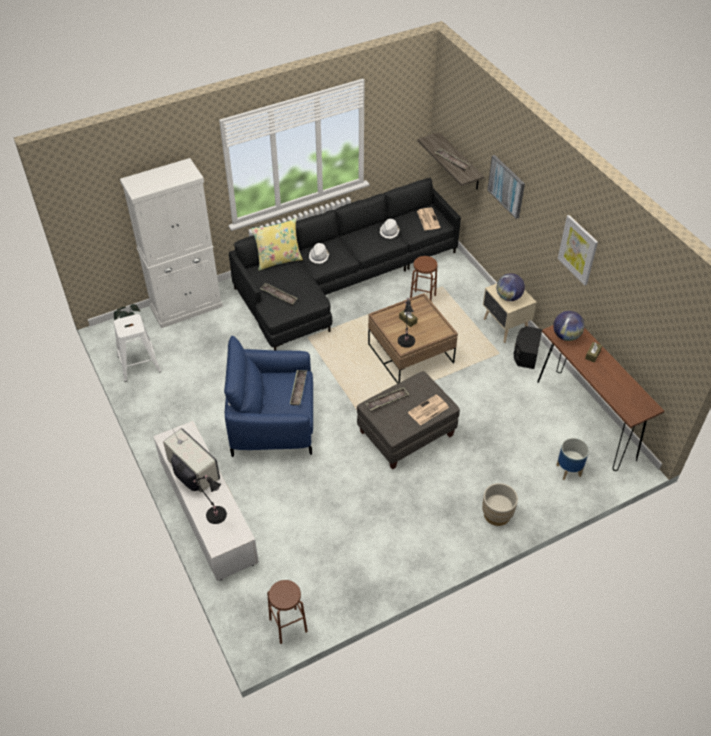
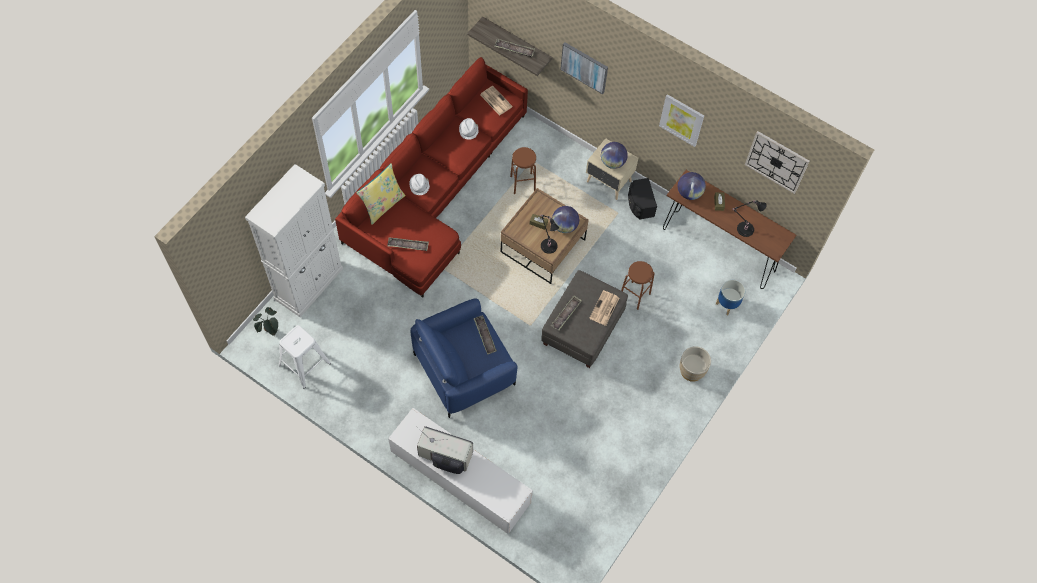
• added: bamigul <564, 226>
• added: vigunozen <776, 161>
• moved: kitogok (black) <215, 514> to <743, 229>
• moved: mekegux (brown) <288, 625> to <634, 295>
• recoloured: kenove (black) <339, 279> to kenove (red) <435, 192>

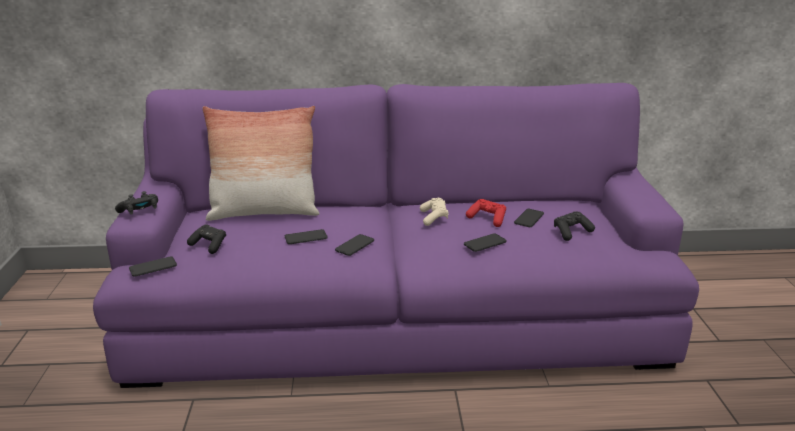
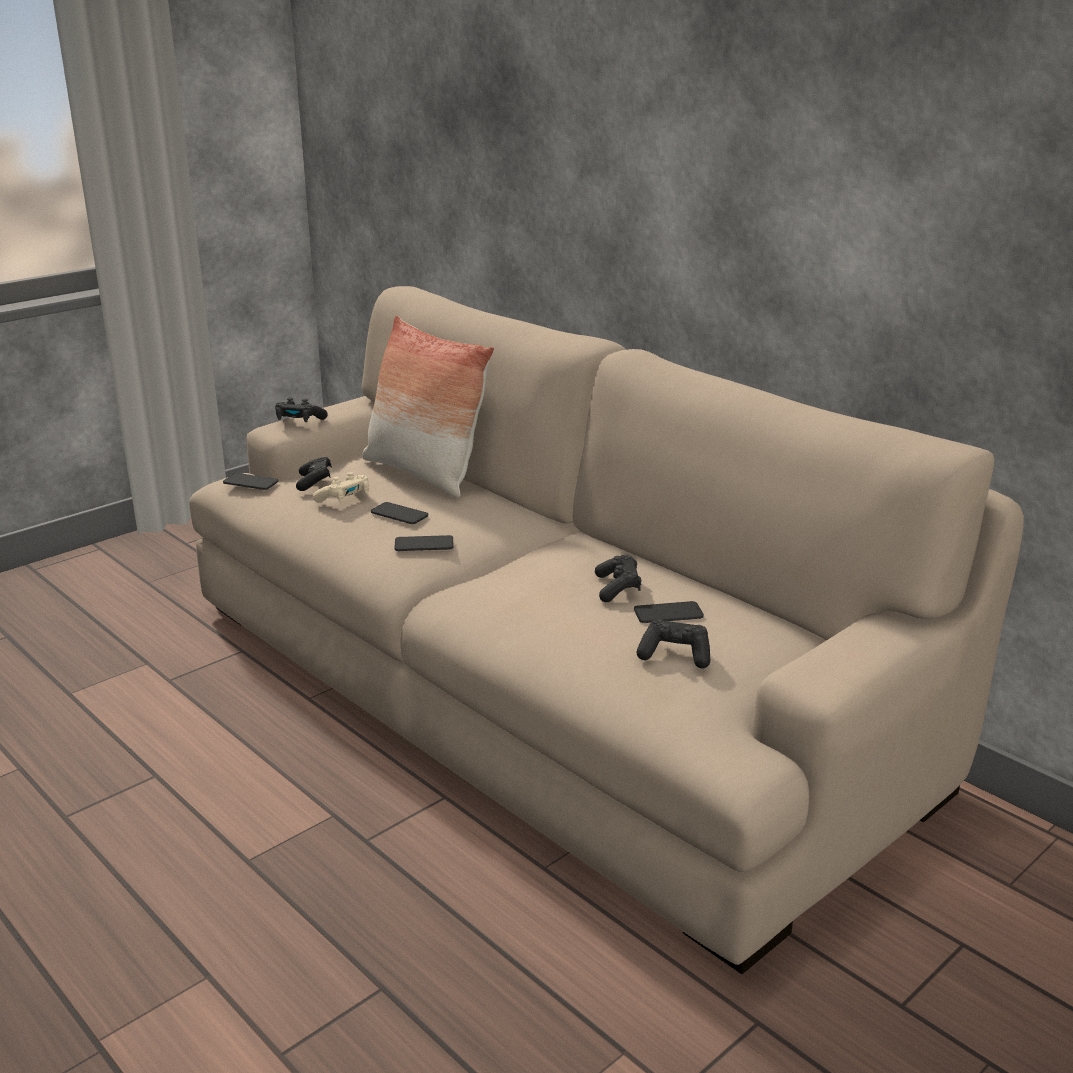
• removed: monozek <485, 243>
• moved: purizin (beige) <434, 218> to <345, 499>
• recoloured: kenove (purple) <398, 316> to kenove (beige) <538, 692>
• recoloured: purizin (red) <487, 219> to purizin (black) <617, 588>

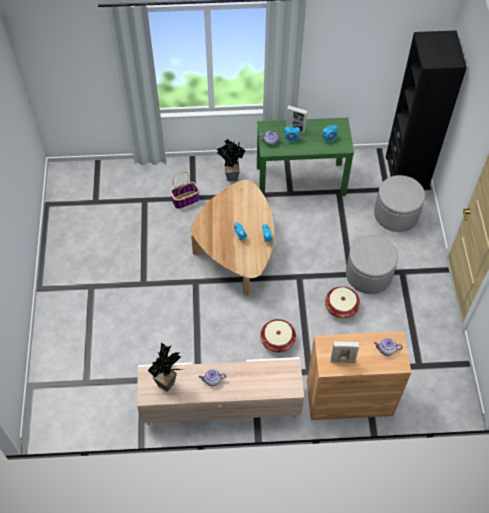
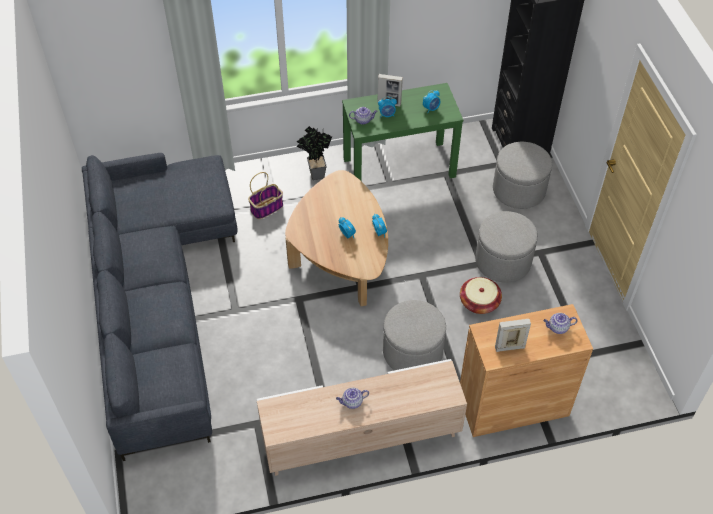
• removed: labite <169, 382>
• added: kenove (grey) <160, 297>
• replaced: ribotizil <277, 340> to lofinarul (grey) <412, 351>

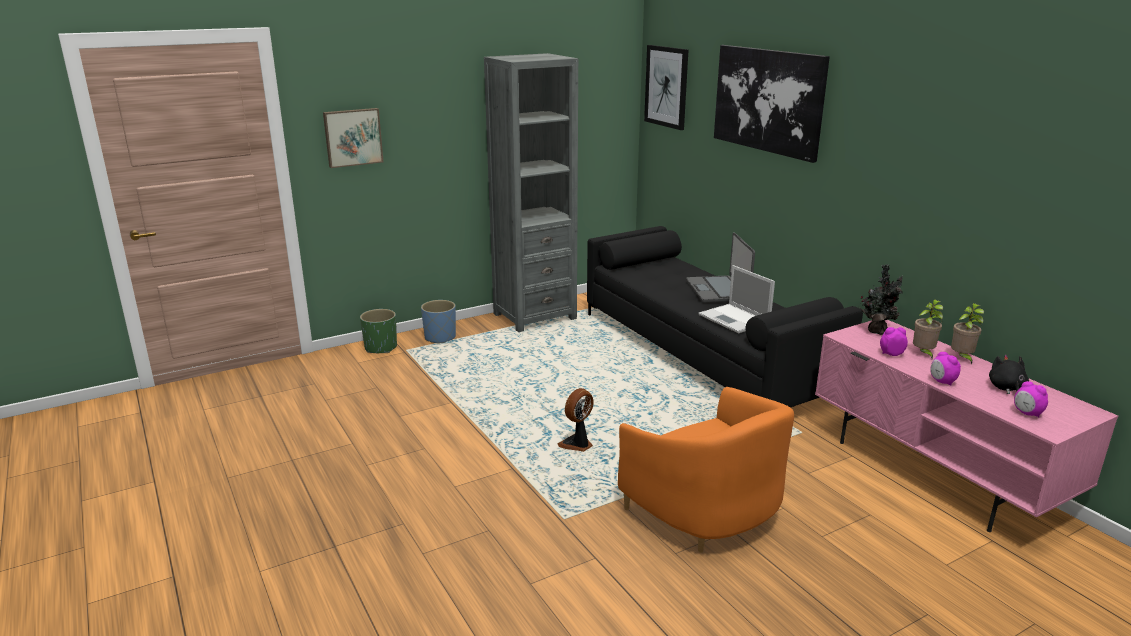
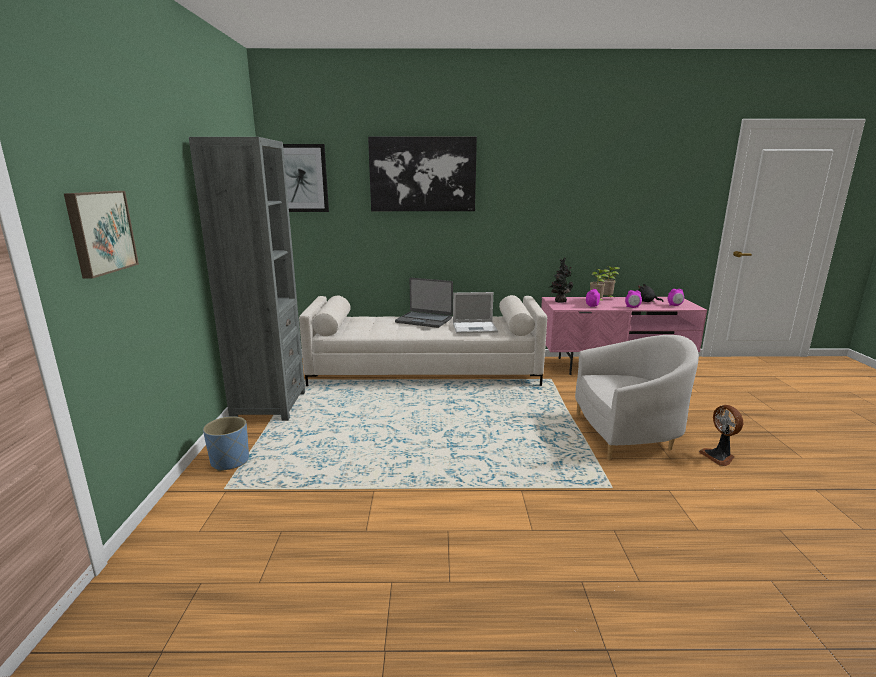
• removed: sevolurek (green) <380, 348>
• moved: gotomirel <577, 444> to <719, 456>
• recoloured: kenove (black) <704, 354> to kenove (white) <425, 372>
• recoloured: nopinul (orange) <706, 514> to nopinul (white) <627, 434>

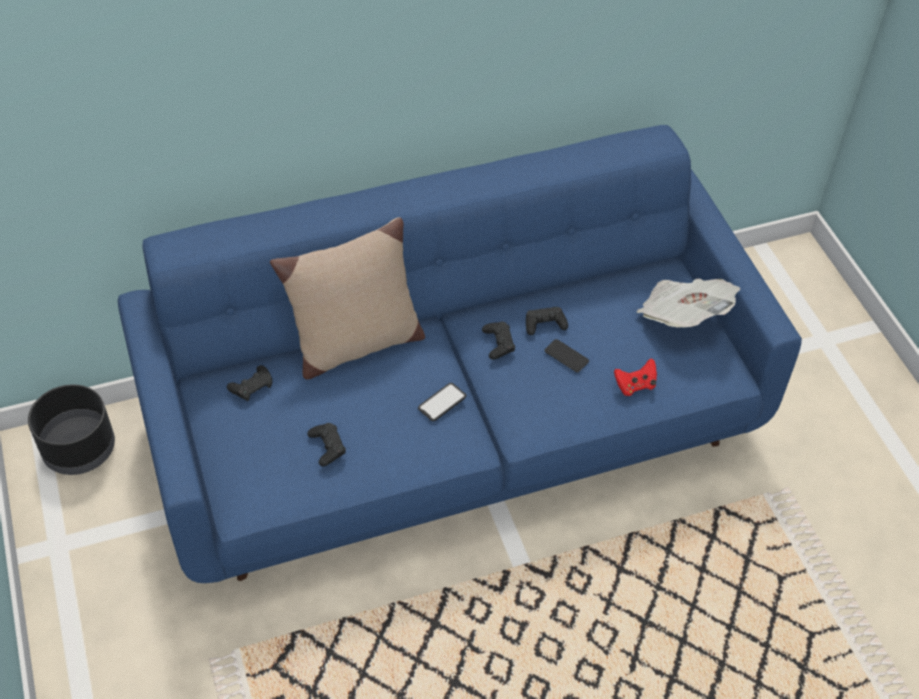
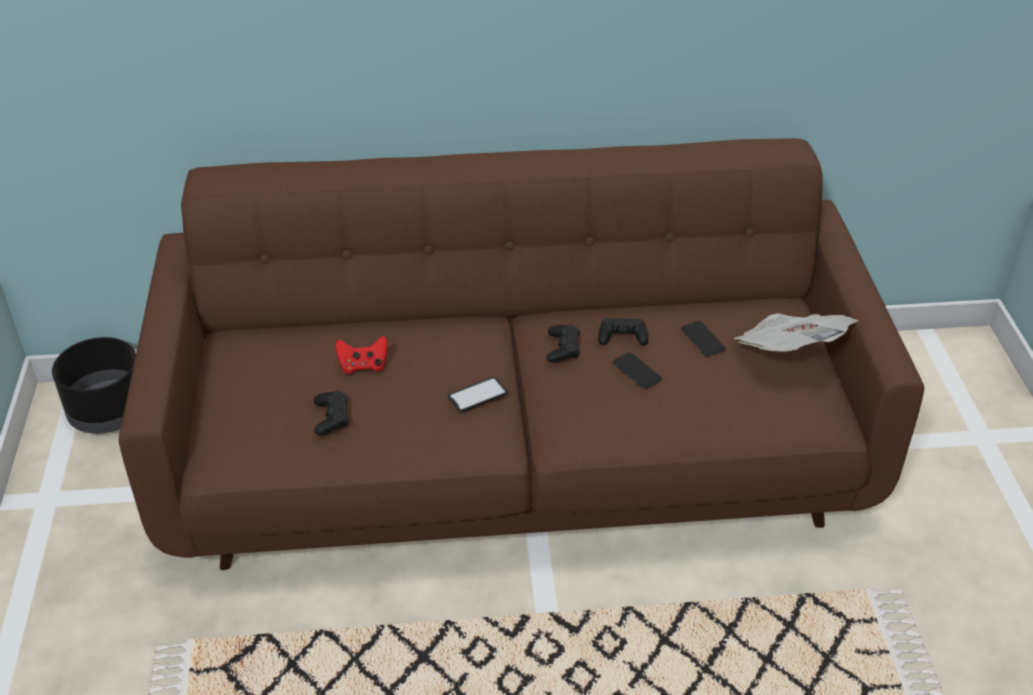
• removed: purizin (black) <252, 386>
• removed: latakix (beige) <355, 345>
• added: monozek <702, 339>
• moved: purizin (red) <635, 385> to <363, 366>
• recoloured: kenove (blue) <457, 428> to kenove (brown) <517, 458>

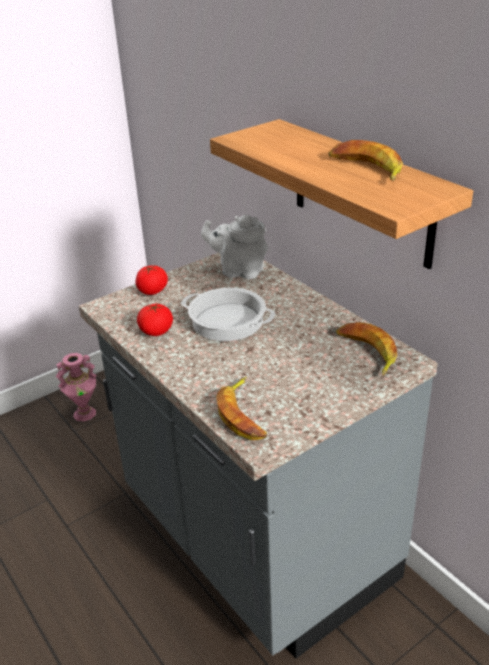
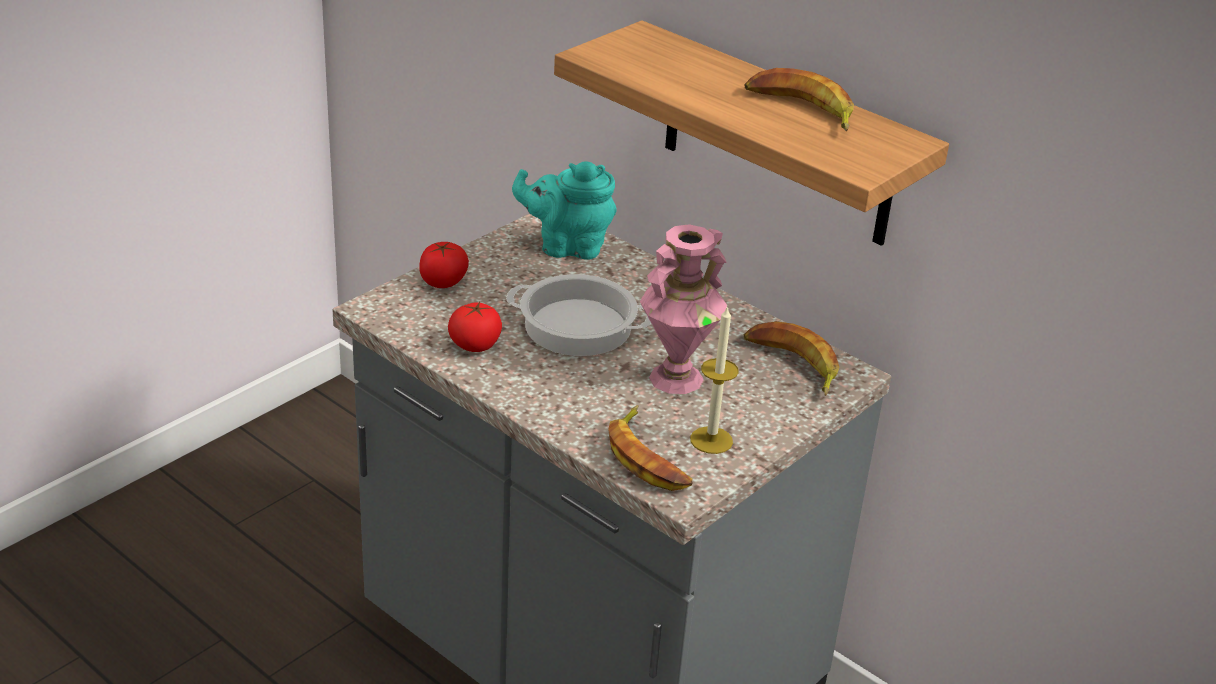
• added: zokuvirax <711, 440>
• moved: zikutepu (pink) <84, 413> to <675, 377>
• recoloured: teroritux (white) <239, 271> to teroritux (turquoise) <567, 246>

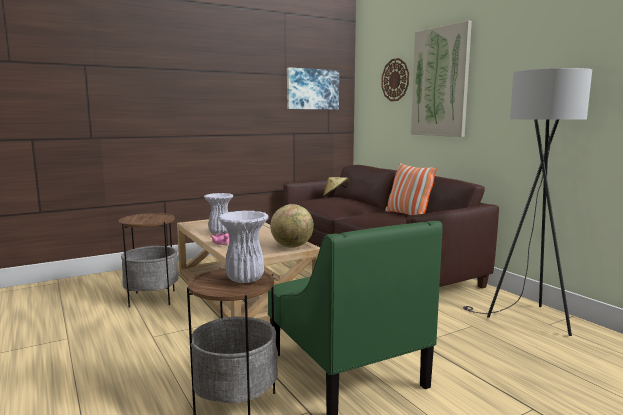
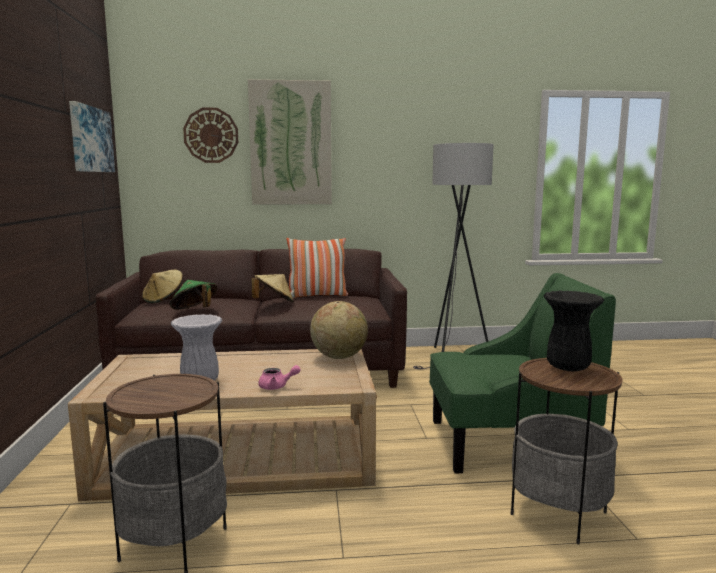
• added: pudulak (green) <195, 311>
• added: pudulak (beige) <273, 303>
• recoloured: zikutepu (white) <245, 279> to zikutepu (black) <566, 367>

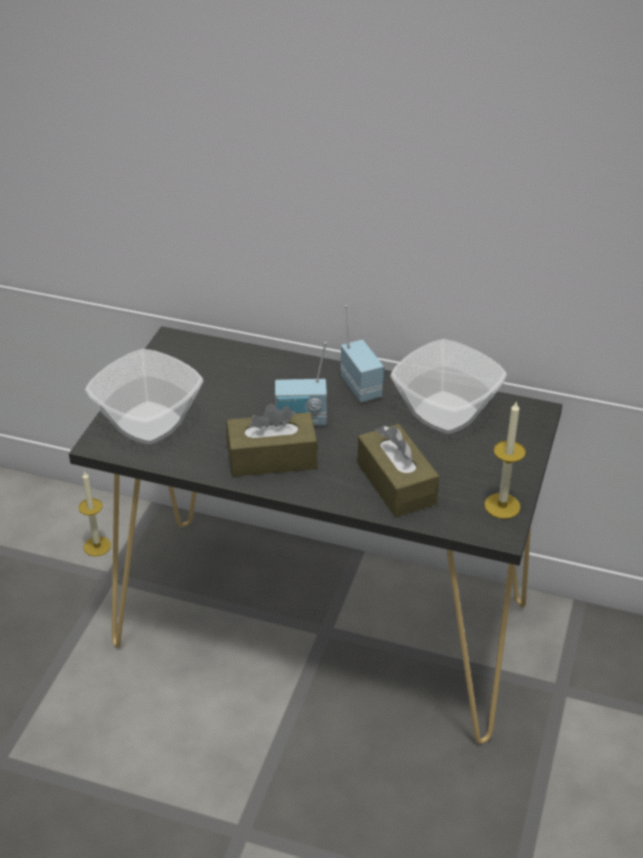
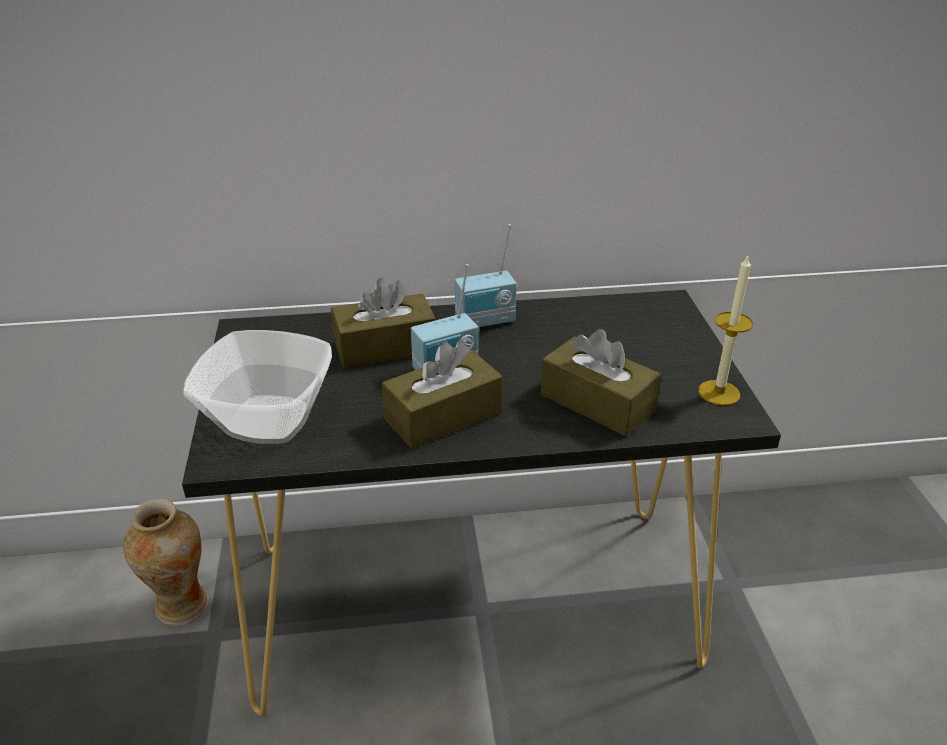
• removed: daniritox <447, 413>
• added: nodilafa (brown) <385, 347>
• replaced: zokuvirax <97, 546> to zikutepu <182, 606>
• turned: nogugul <362, 387> = <486, 322> 120 degrees clockwise

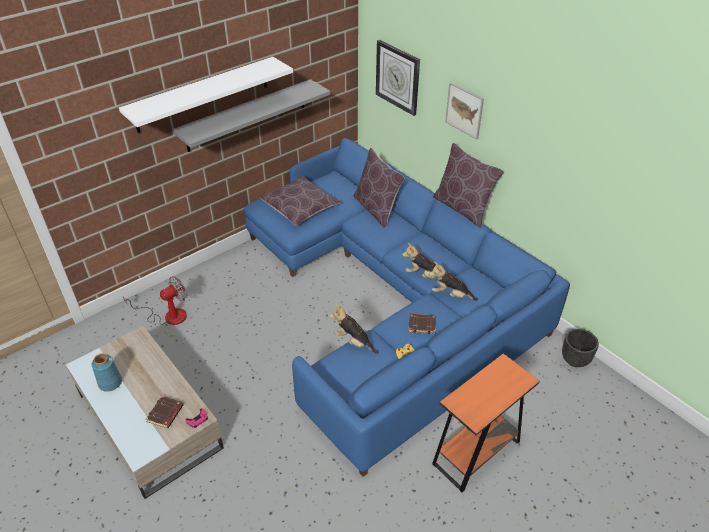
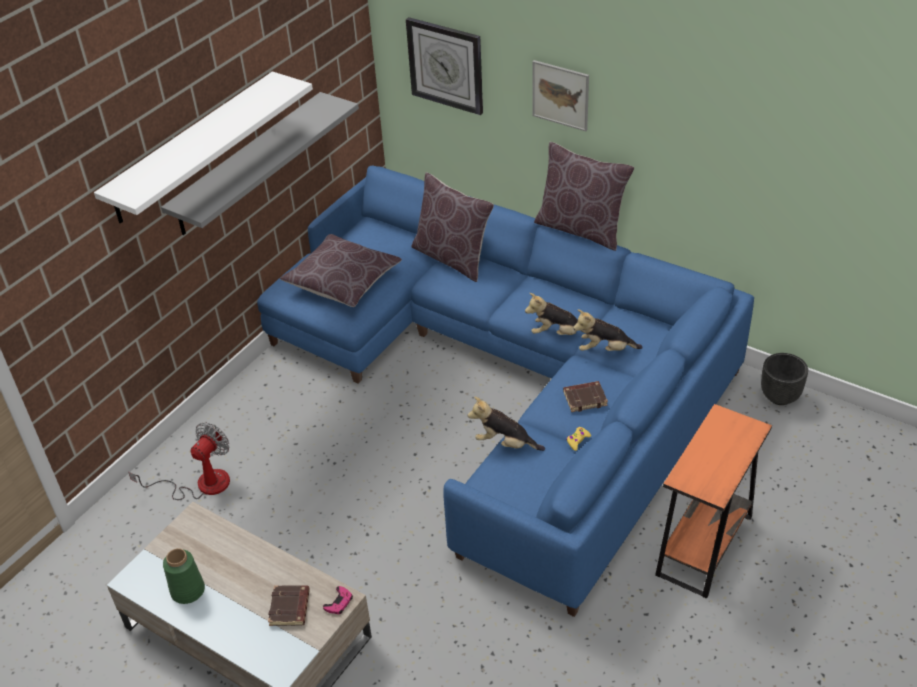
• recoloured: zikutepu (blue) <110, 382> to zikutepu (green) <188, 590>

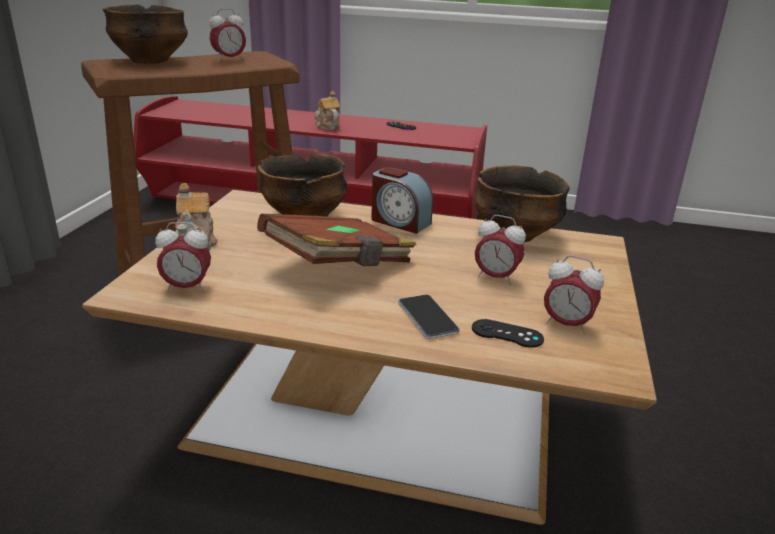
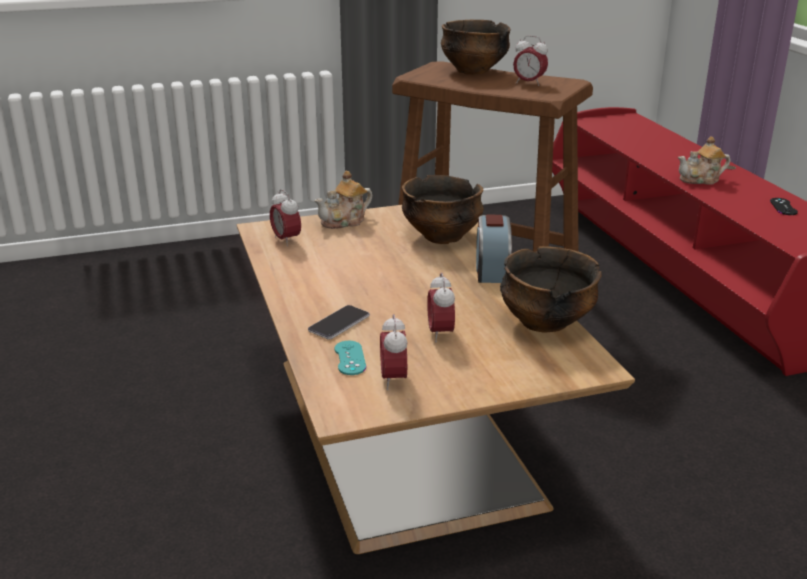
• removed: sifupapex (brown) <340, 266>
• recoloured: purizin (black) <507, 334> to purizin (turquoise) <350, 358>
• turned: teroritux <326, 126> = <701, 180> 135 degrees counterclockwise

